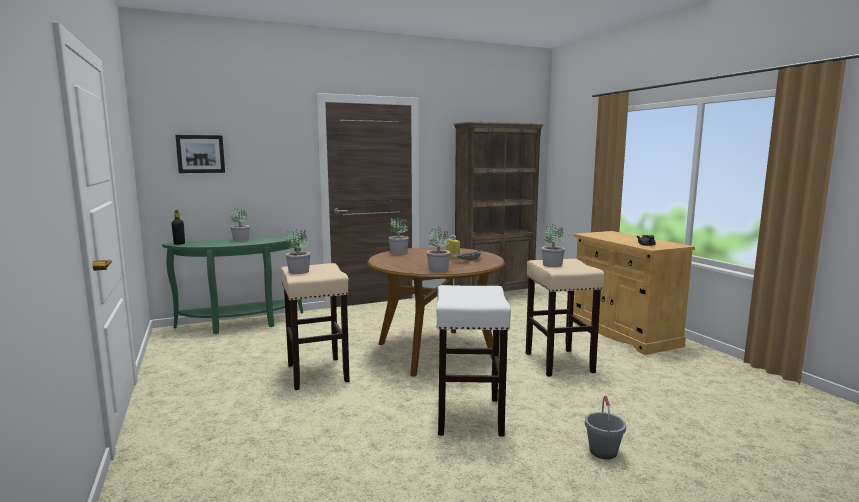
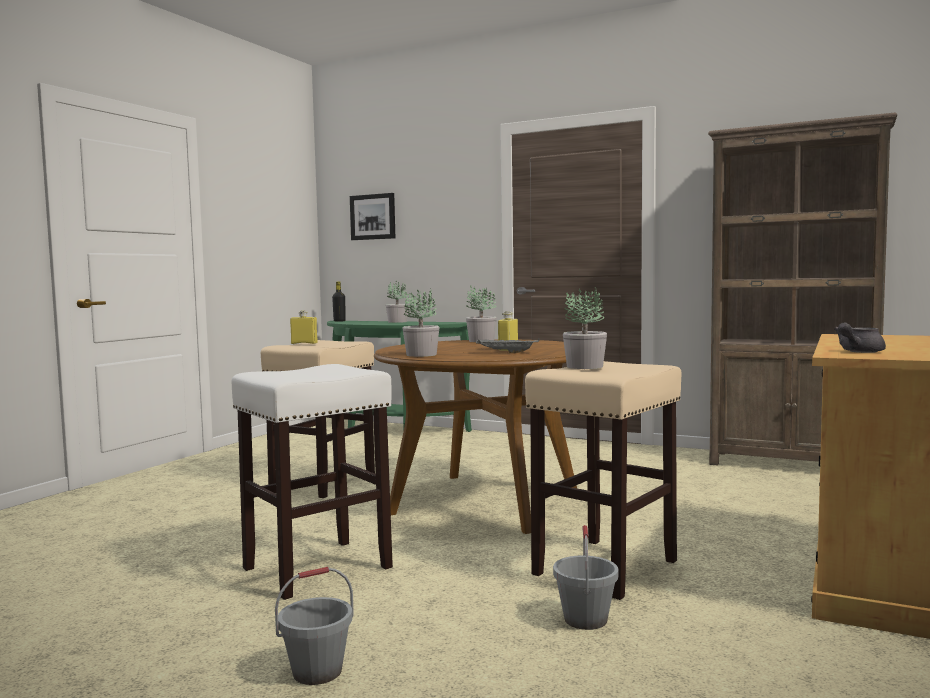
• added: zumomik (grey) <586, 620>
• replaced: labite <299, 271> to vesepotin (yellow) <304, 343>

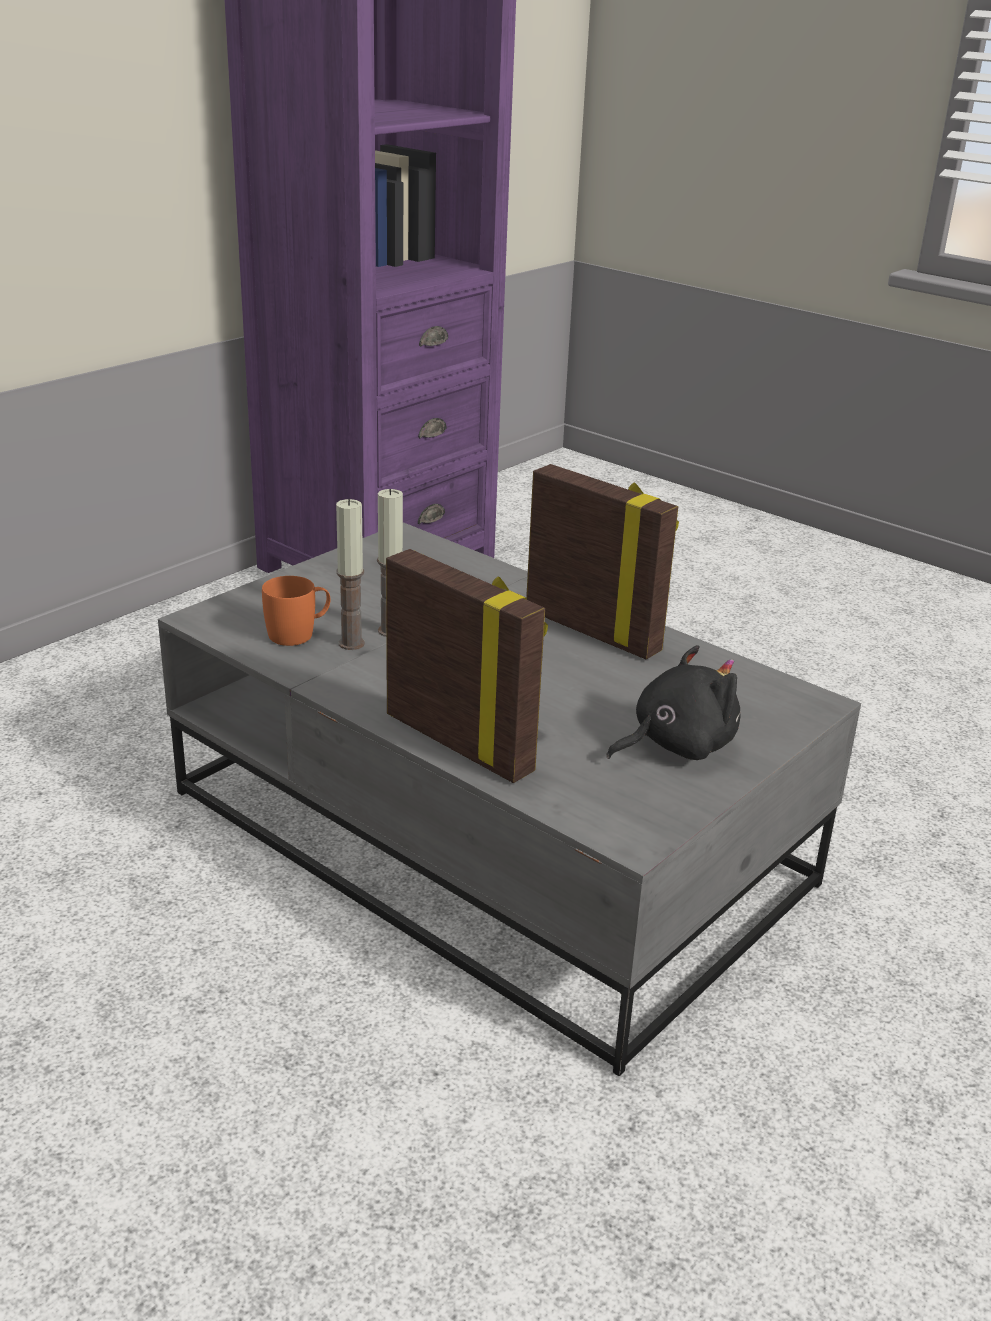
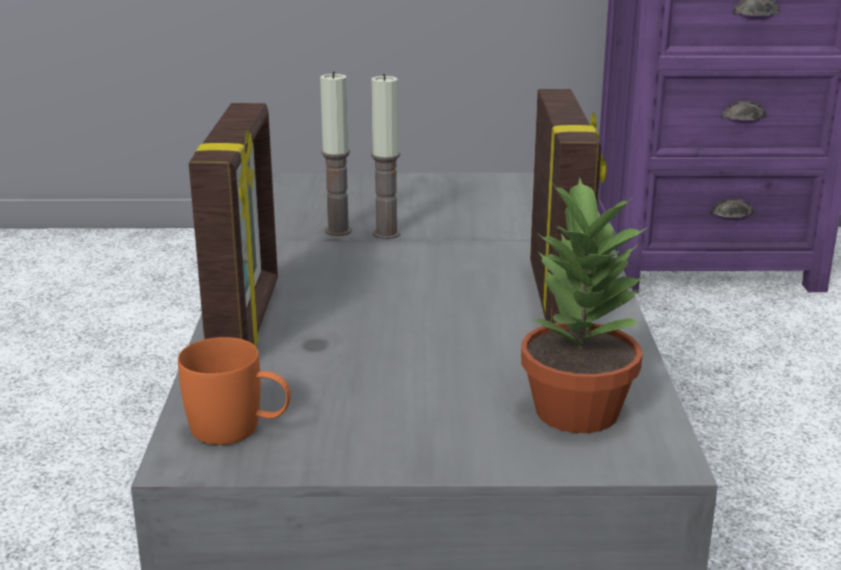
• removed: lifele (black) <676, 745>
• added: labite <575, 410>
• moved: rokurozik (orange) <299, 633> to <239, 430>

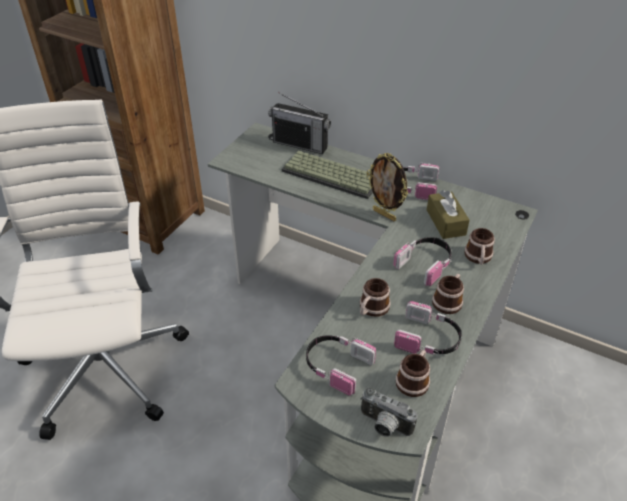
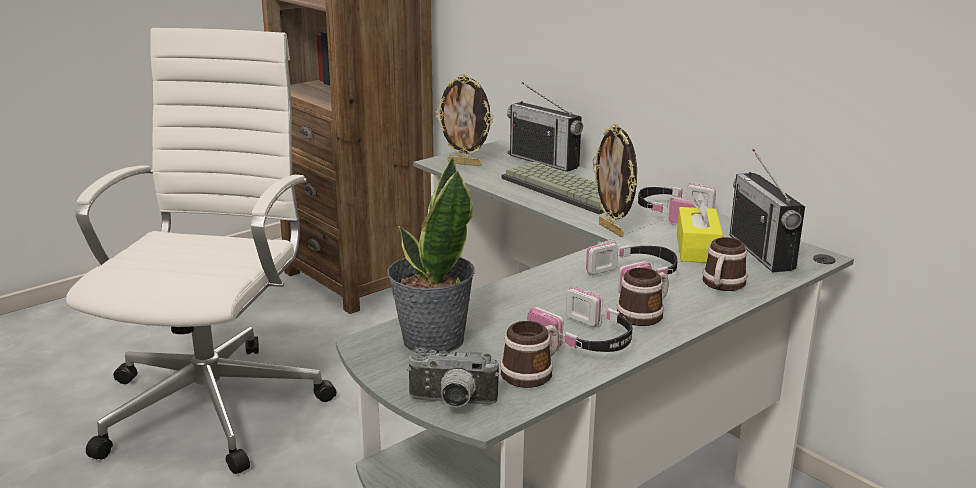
• removed: rokurozik <371, 309>
• added: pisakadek <465, 163>
• added: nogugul <761, 252>
• replaced: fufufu <336, 366> to labite <432, 340>
• recoloured: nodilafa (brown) <445, 222> to nodilafa (yellow) <697, 248>
• turned: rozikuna <384, 426> = <452, 403> 45 degrees counterclockwise

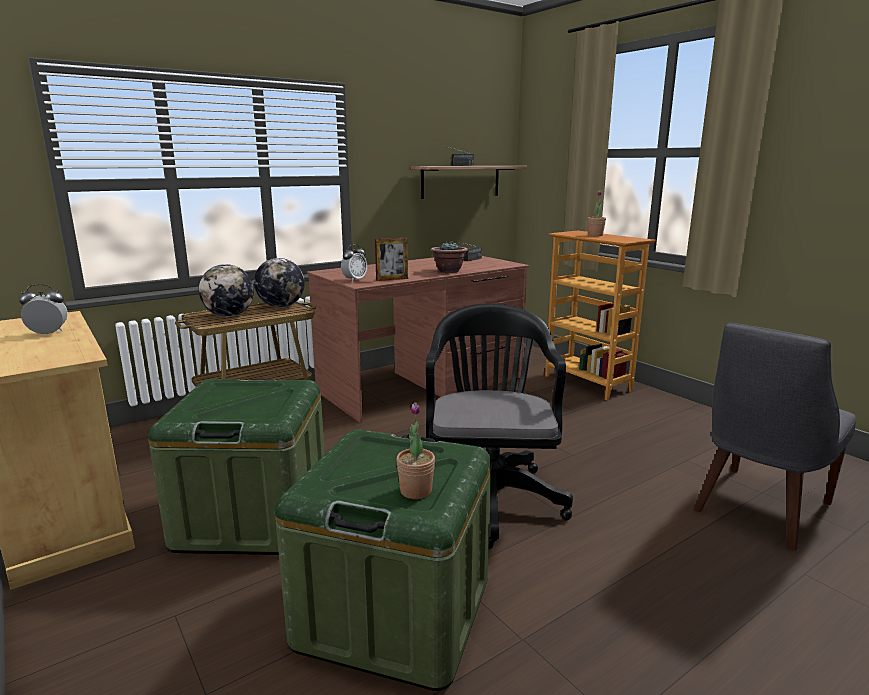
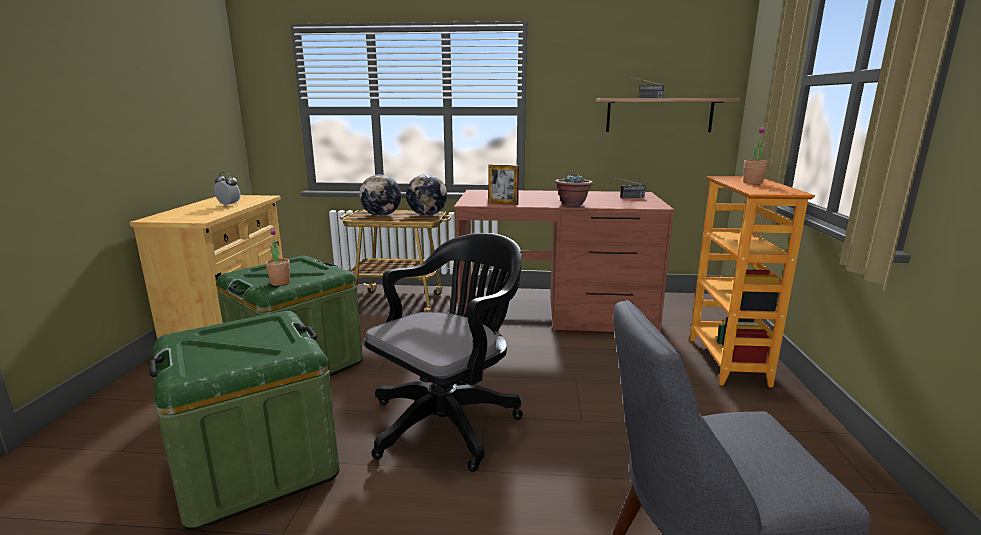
• removed: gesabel <354, 280>
• moved: labite <416, 491> to <280, 282>

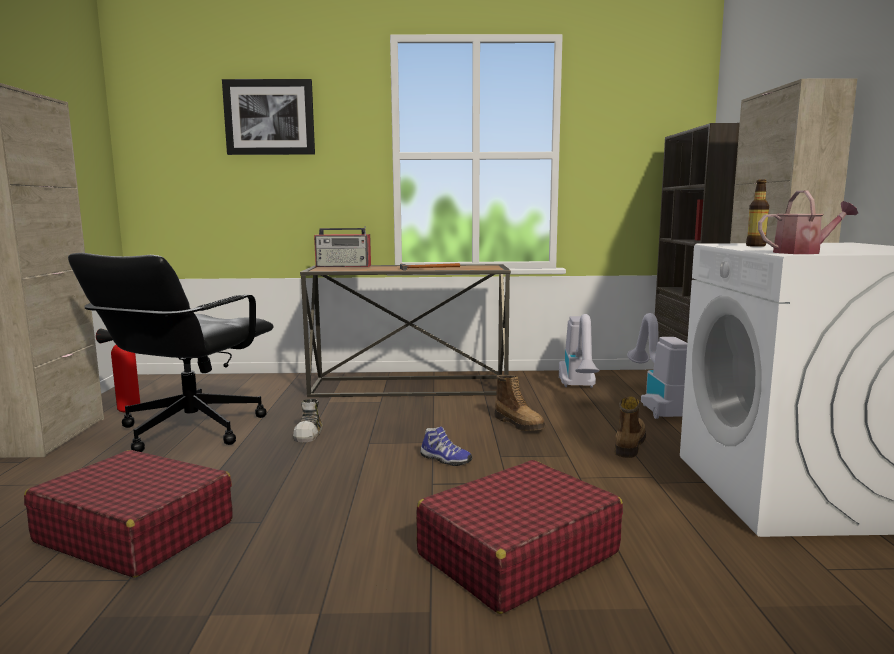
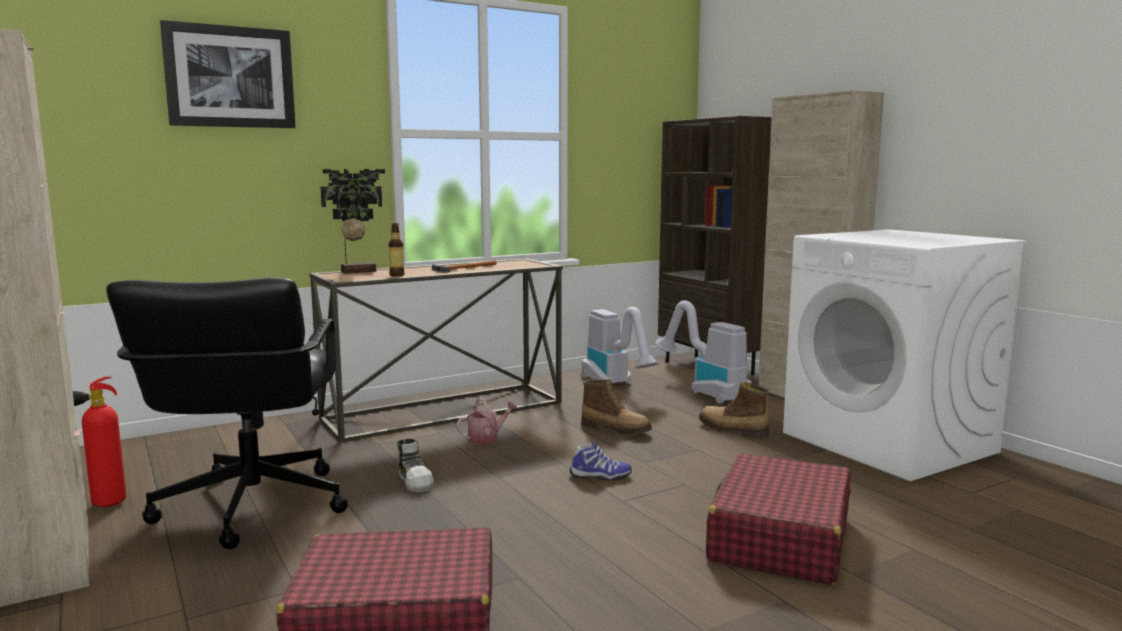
• moved: vesepotin <755, 246> to <397, 275>
• moved: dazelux <803, 252> to <487, 438>
• replaced: nogugul <344, 266> to labite <357, 271>
• turned: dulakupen <628, 445> = <732, 430> 45 degrees counterclockwise

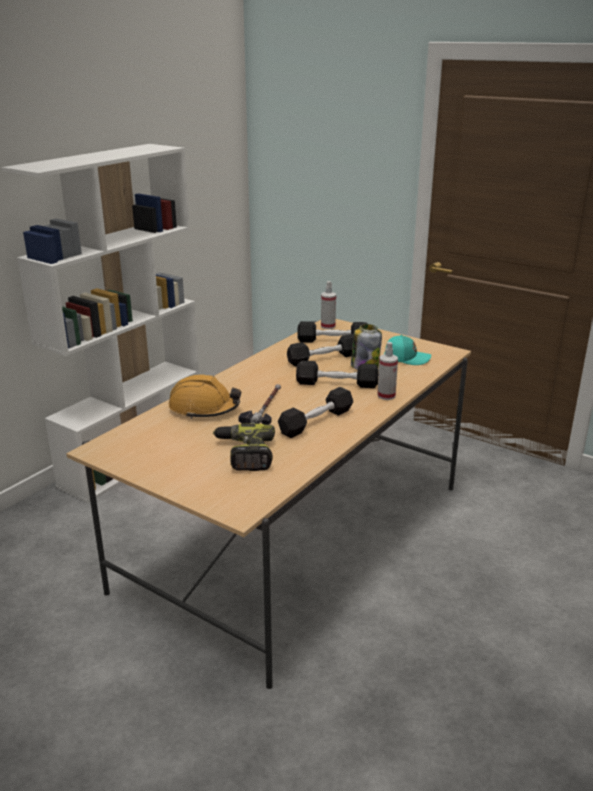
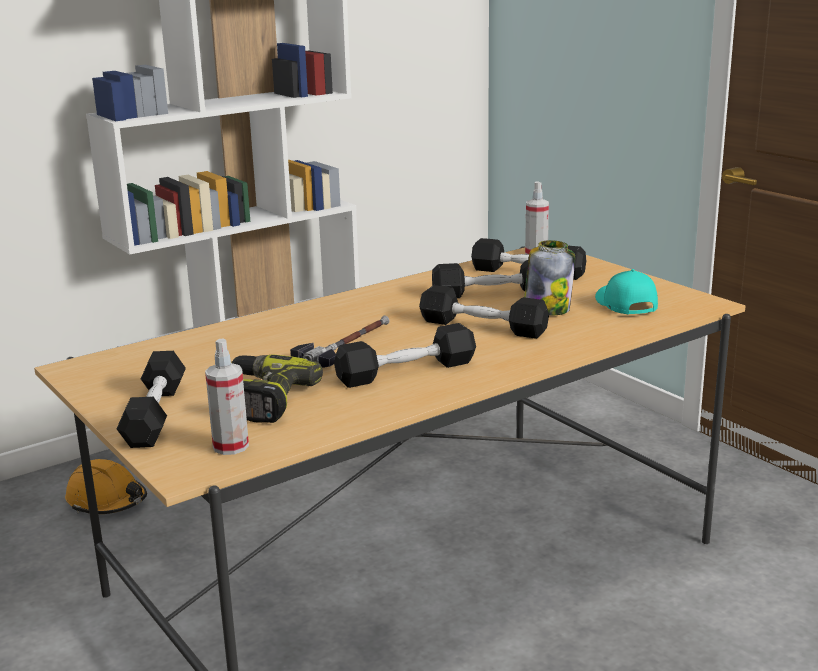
• added: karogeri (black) <155, 414>
• moved: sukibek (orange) <204, 408> to <107, 501>
• moved: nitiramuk <386, 396> to <231, 446>
• turned: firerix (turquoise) <406, 358> = <625, 304> 135 degrees counterclockwise

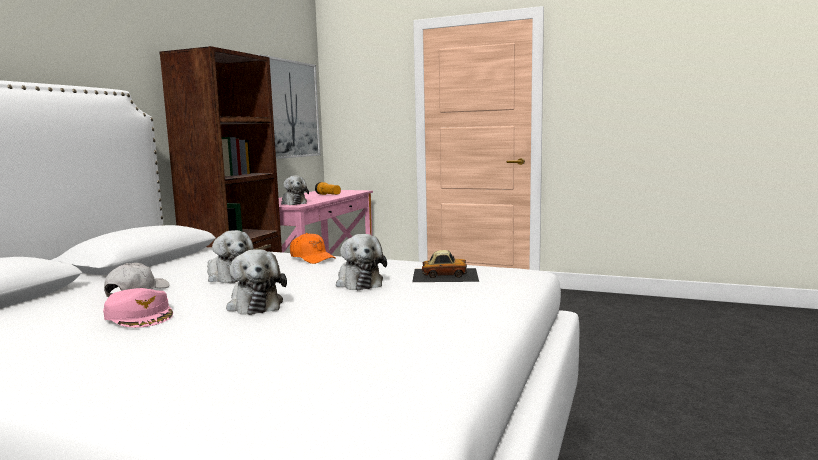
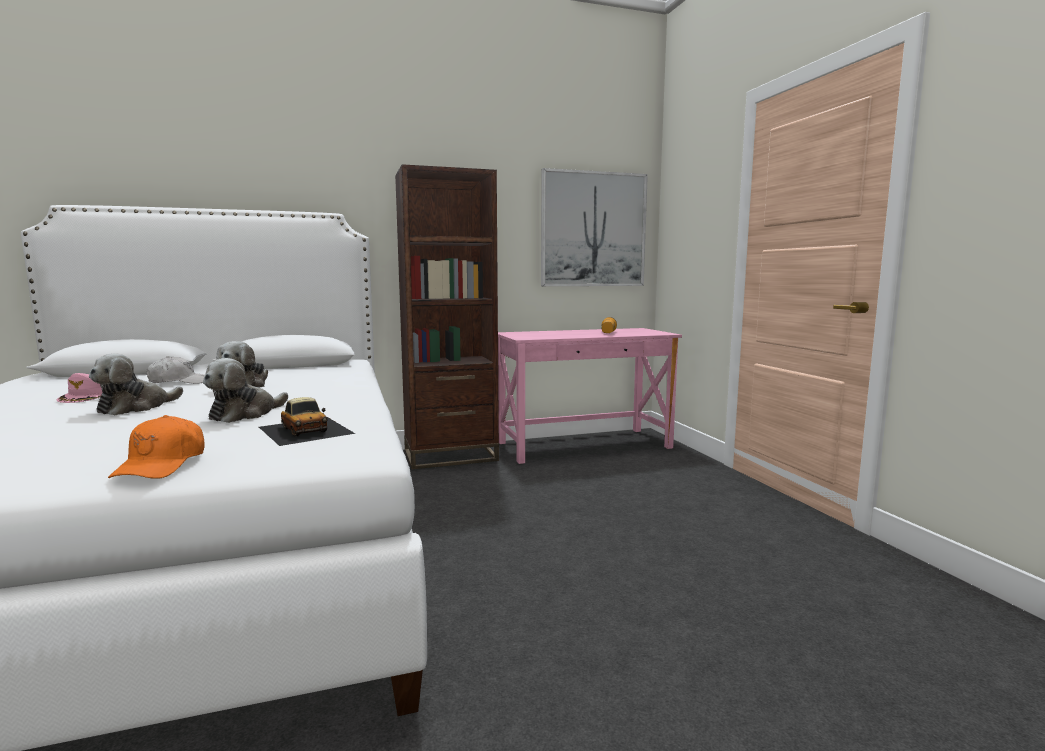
• removed: lifele <293, 203>
• moved: firerix (orange) <312, 258> to <162, 465>

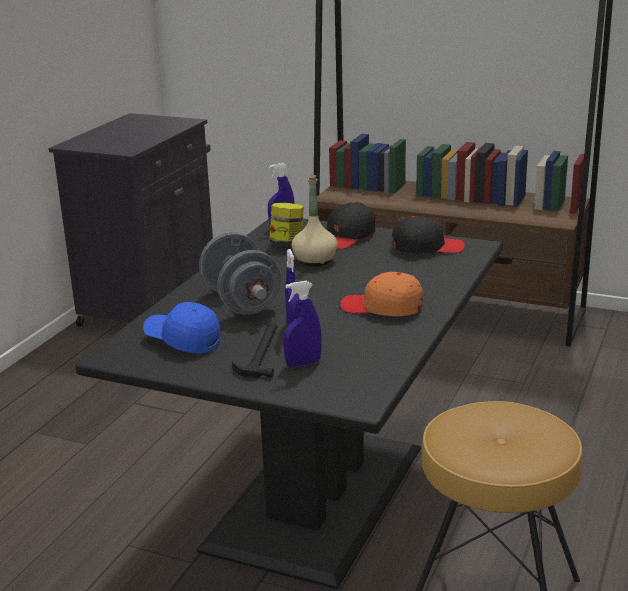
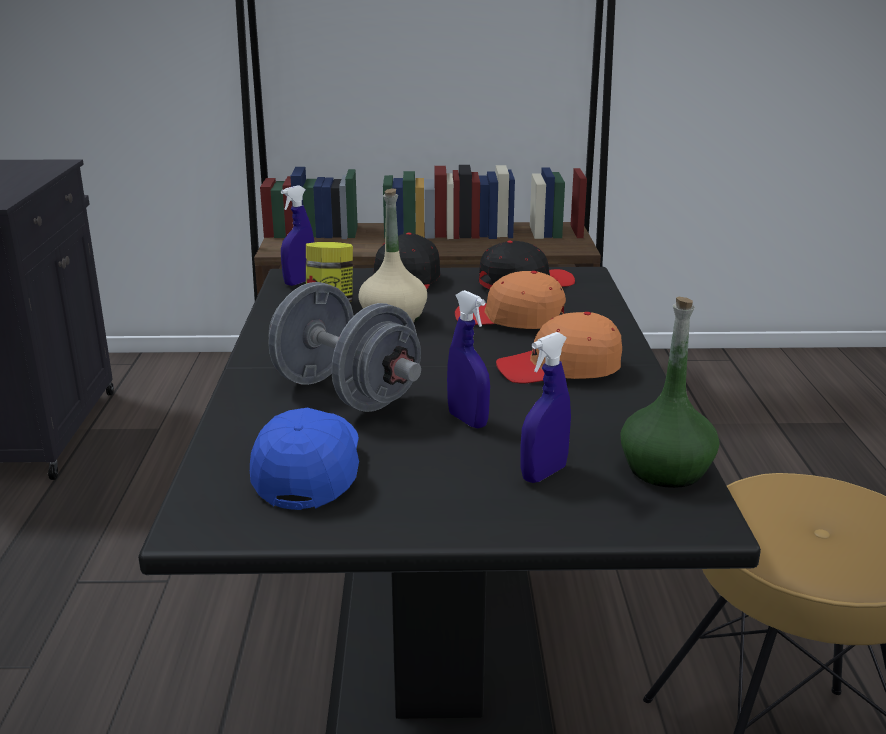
• removed: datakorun <261, 352>
• added: firerix (orange) <510, 319>
• added: vesepotin (green) <666, 470>
• turned: firerix (blue) <183, 341> = <309, 473> 90 degrees clockwise

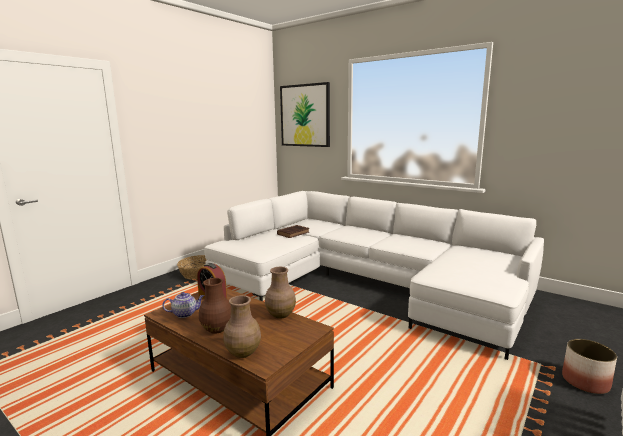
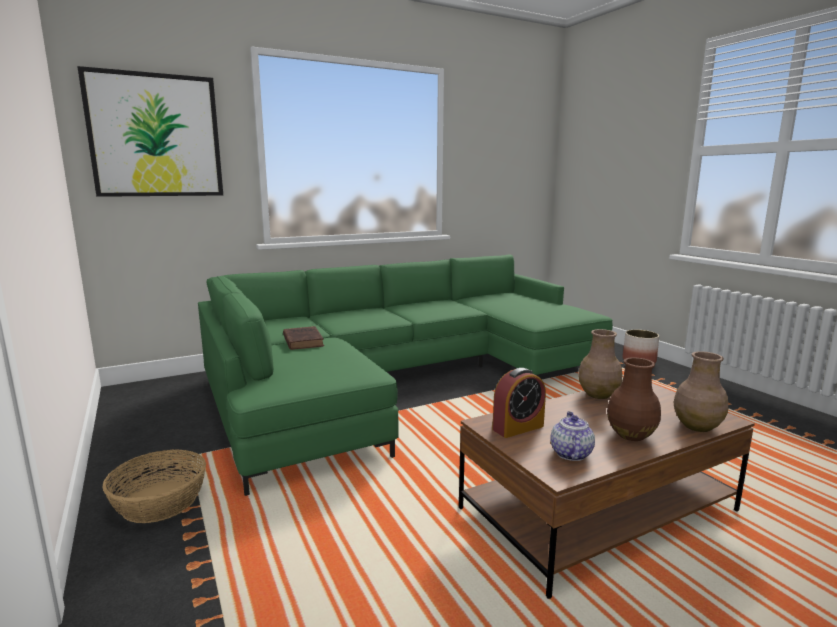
• recoloured: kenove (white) <364, 283> to kenove (green) <399, 379>

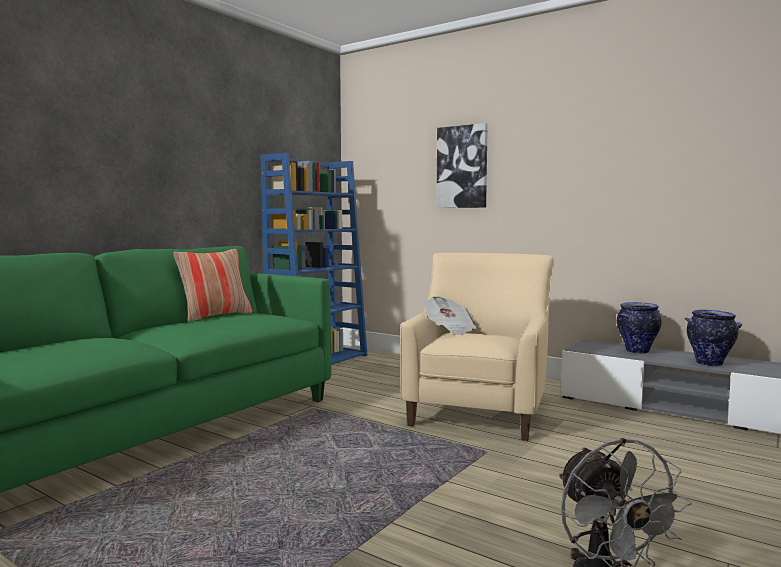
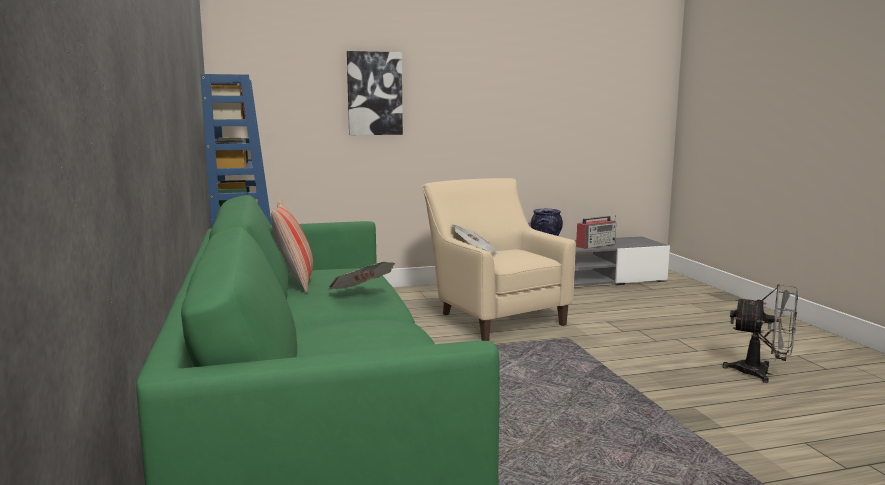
• added: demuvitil <361, 294>
• replaced: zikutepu <710, 363> to nogugul <596, 245>

